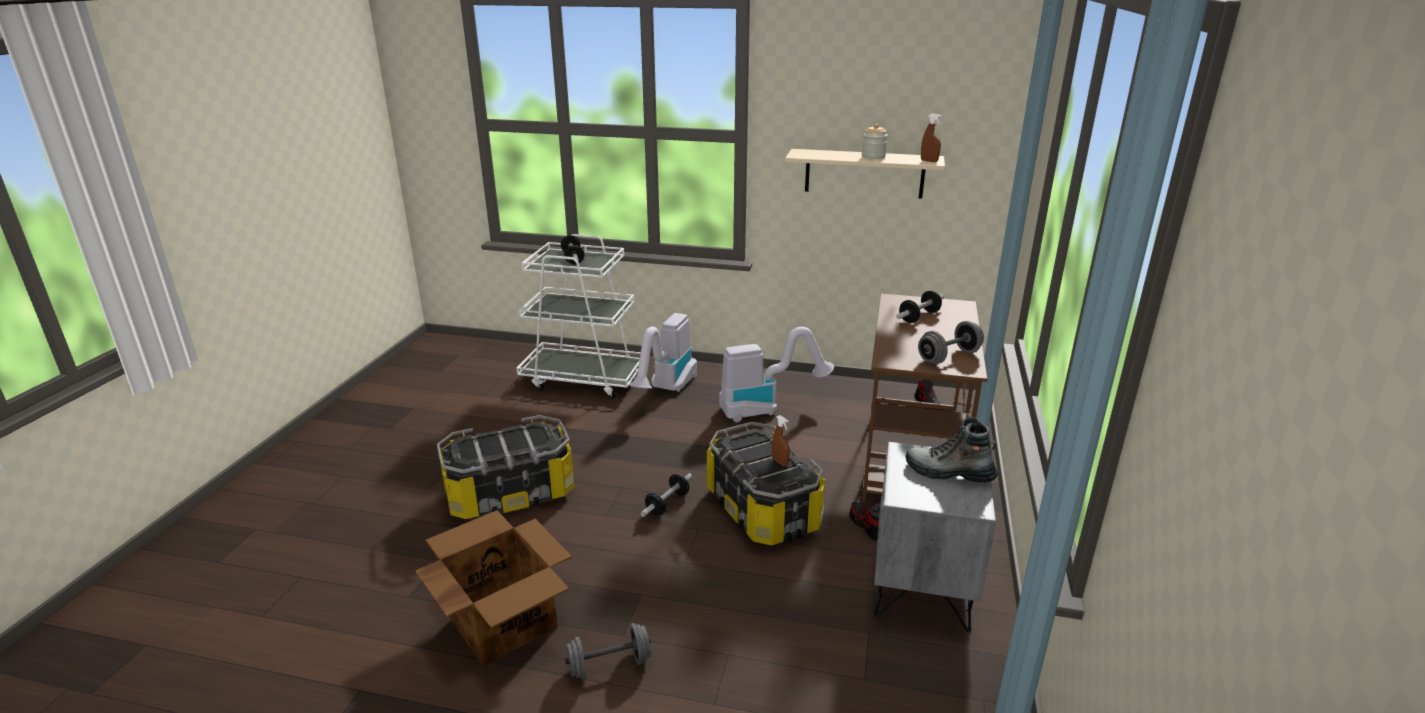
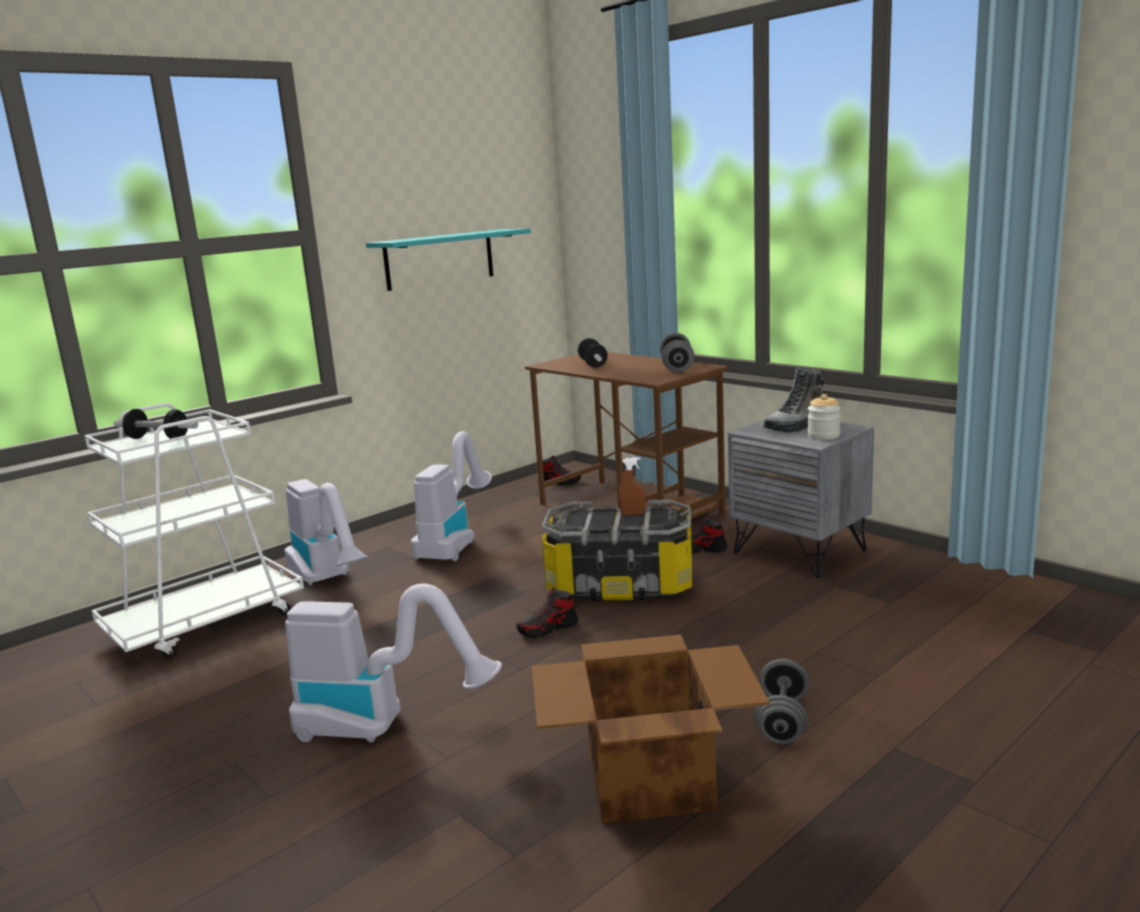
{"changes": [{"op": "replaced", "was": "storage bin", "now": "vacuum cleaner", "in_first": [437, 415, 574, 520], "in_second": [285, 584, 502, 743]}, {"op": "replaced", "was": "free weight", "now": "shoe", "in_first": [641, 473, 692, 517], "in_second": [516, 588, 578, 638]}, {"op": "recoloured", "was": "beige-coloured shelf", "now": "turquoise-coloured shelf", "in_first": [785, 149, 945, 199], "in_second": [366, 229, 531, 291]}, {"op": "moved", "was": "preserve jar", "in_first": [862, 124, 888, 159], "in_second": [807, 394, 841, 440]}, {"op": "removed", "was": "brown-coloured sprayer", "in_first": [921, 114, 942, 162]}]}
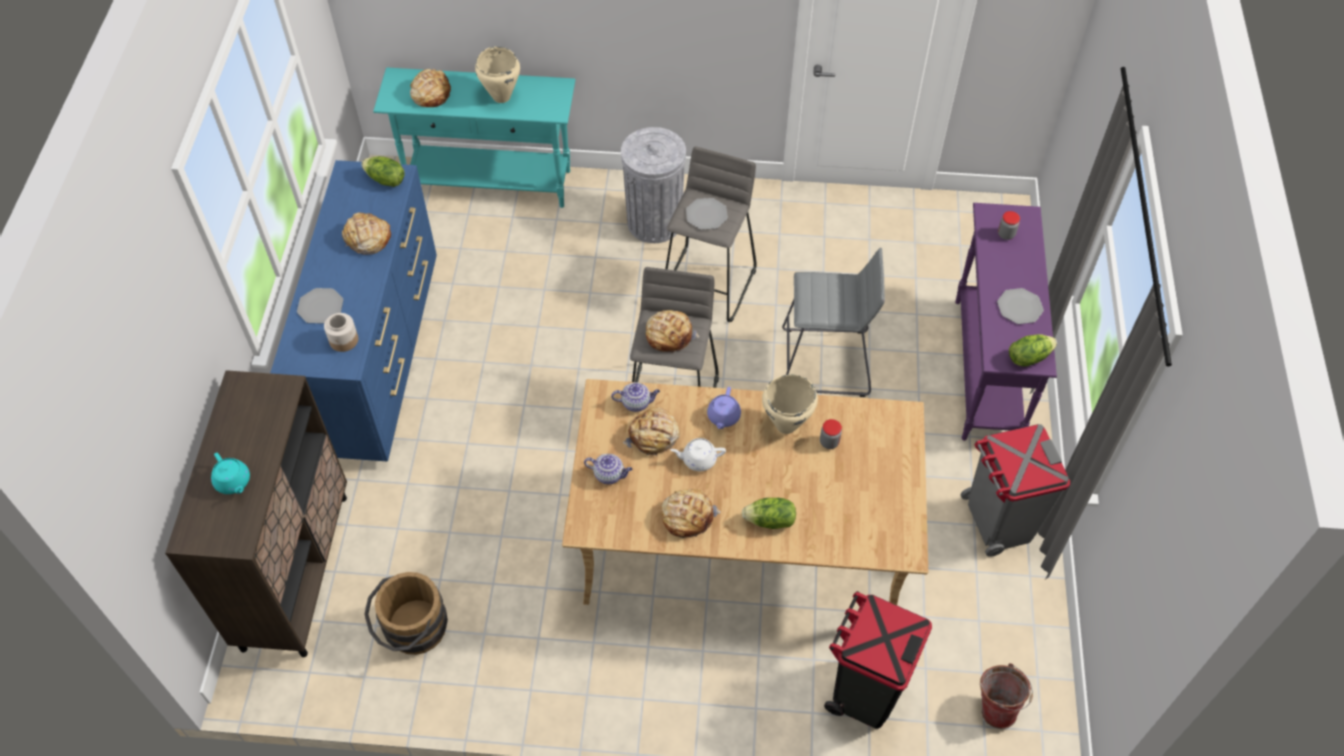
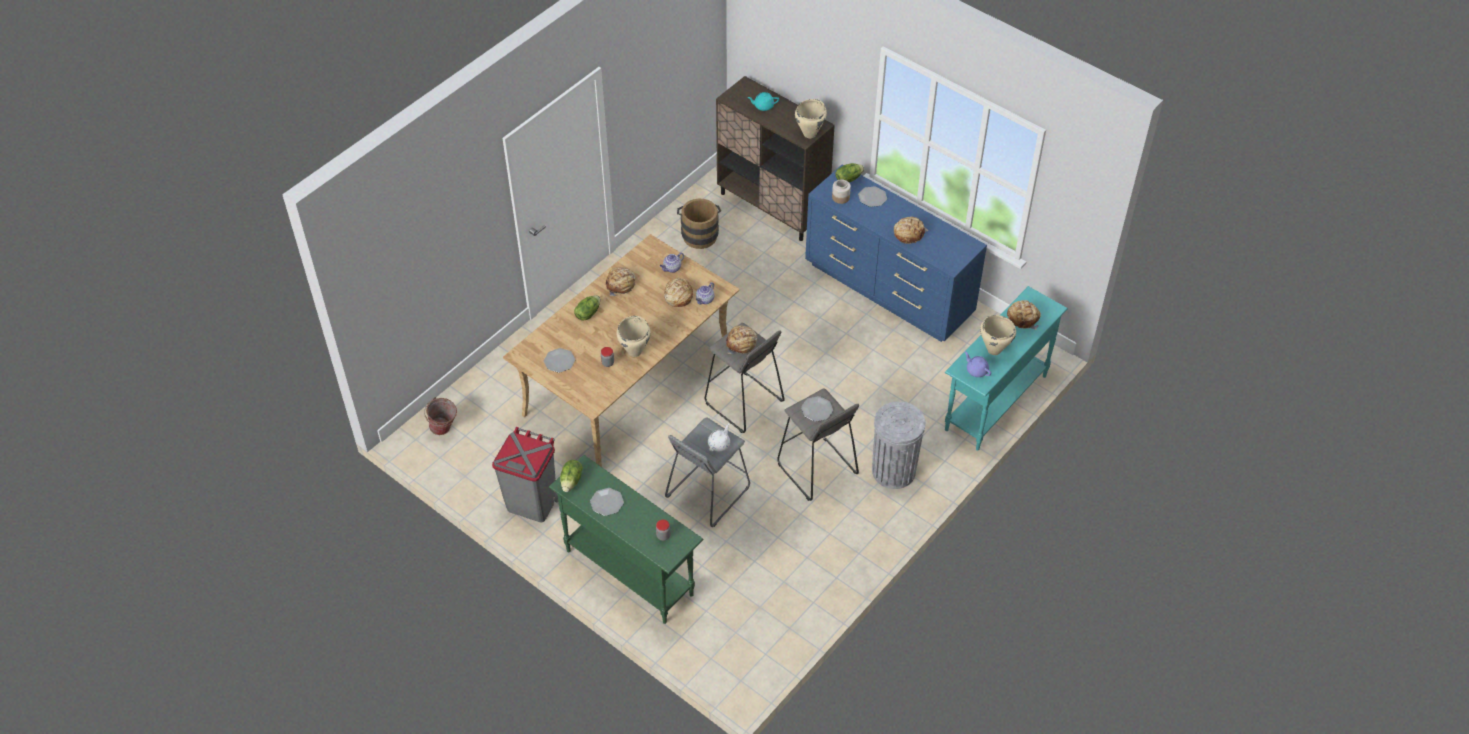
{"changes": [{"op": "moved", "was": "lettuce head", "in_first": [361, 156, 405, 187], "in_second": [836, 163, 864, 183]}, {"op": "moved", "was": "white teapot", "in_first": [670, 438, 726, 471], "in_second": [708, 423, 730, 452]}, {"op": "moved", "was": "purple teapot", "in_first": [707, 387, 741, 429], "in_second": [965, 352, 991, 377]}, {"op": "removed", "was": "black waste bin", "in_first": [824, 591, 932, 729]}, {"op": "recoloured", "was": "purple hall table", "now": "green-coloured hall table", "in_first": [955, 203, 1057, 441], "in_second": [549, 455, 703, 624]}, {"op": "added", "now": "plate", "in_second": [544, 348, 575, 373]}, {"op": "added", "now": "beige-coloured stockpot", "in_second": [795, 99, 827, 138]}]}
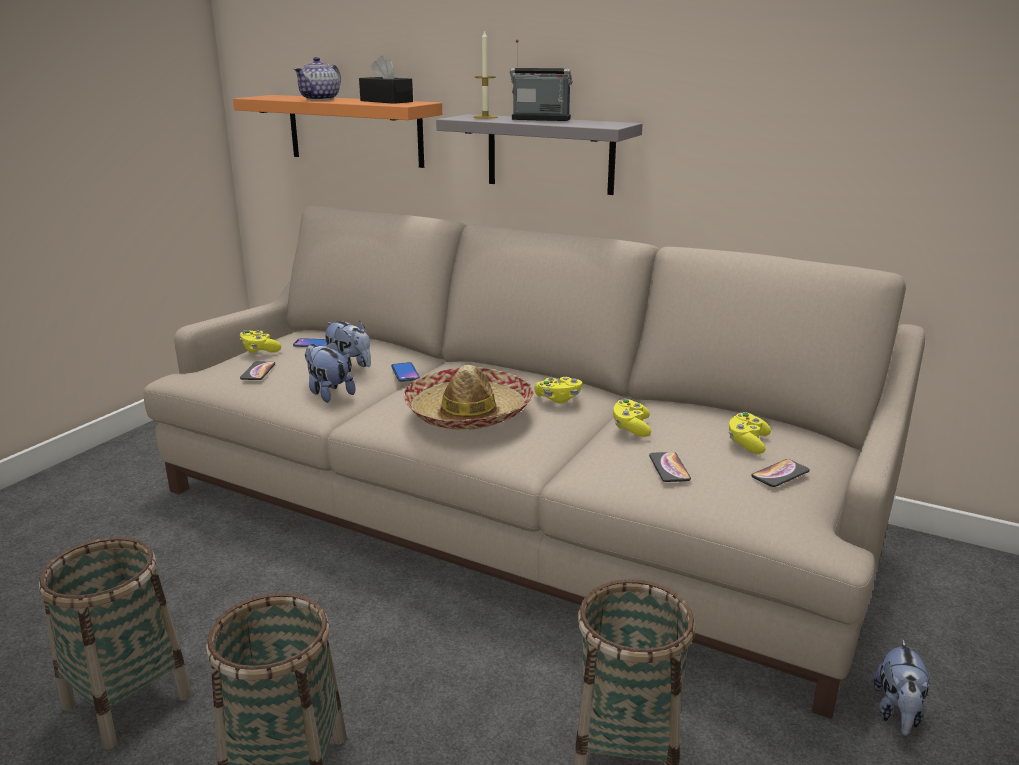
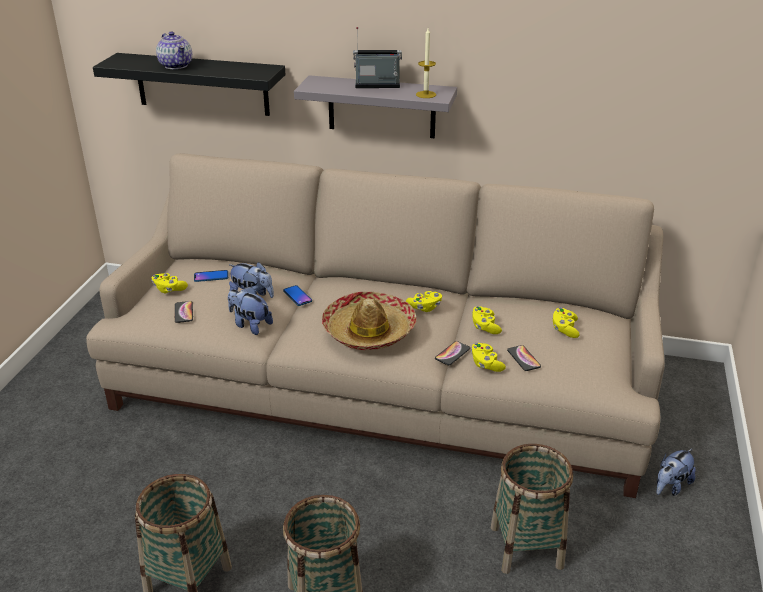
{"changes": [{"op": "recoloured", "was": "orange shelf", "now": "black shelf", "in_first": [233, 95, 442, 168], "in_second": [93, 53, 286, 116]}, {"op": "turned", "was": "teapot", "in_first": [294, 57, 341, 100], "in_second": [156, 31, 192, 69], "clockwise": -45}, {"op": "removed", "was": "black tissue box", "in_first": [359, 55, 413, 104]}, {"op": "moved", "was": "wax light", "in_first": [473, 30, 498, 119], "in_second": [416, 28, 436, 98]}, {"op": "moved", "was": "handset", "in_first": [752, 459, 810, 487], "in_second": [435, 341, 470, 365]}, {"op": "turned", "was": "cuddly toy", "in_first": [872, 640, 931, 736], "in_second": [656, 448, 696, 496], "clockwise": 45}, {"op": "added", "now": "yellowish gamepad", "in_second": [471, 343, 506, 372]}]}
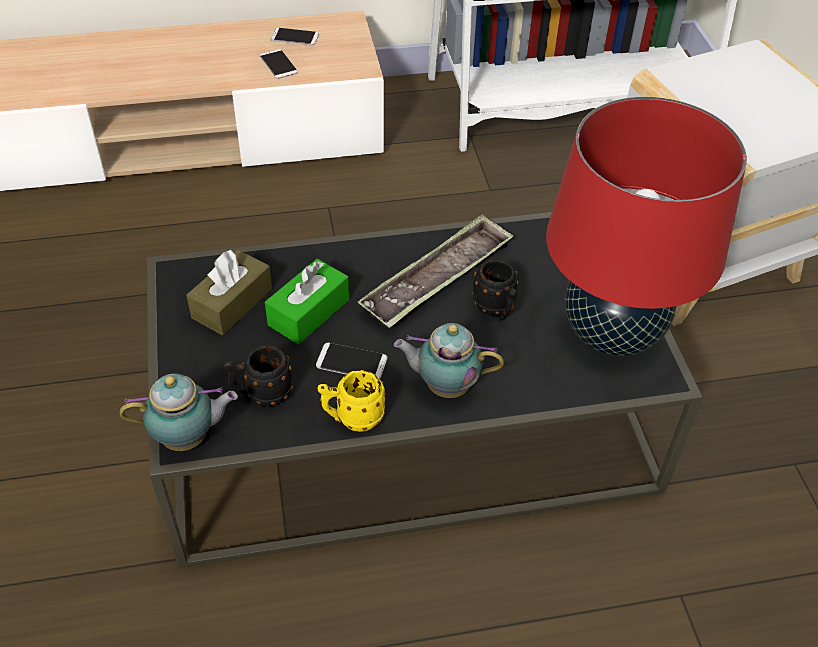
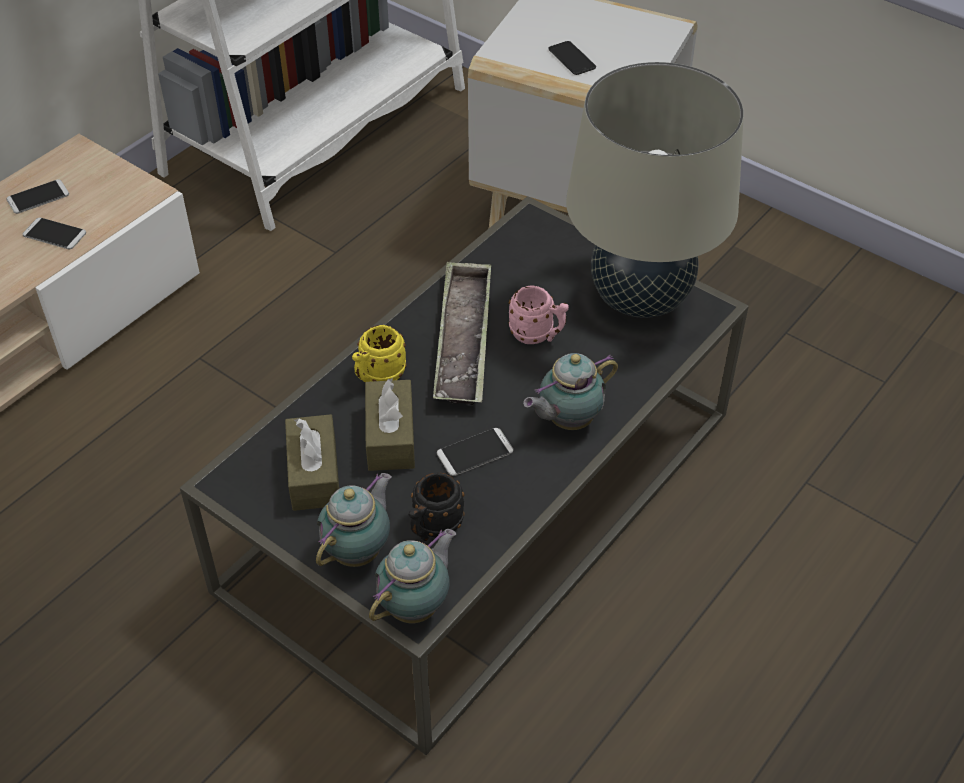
{"changes": [{"op": "recoloured", "was": "green-coloured tissue box", "now": "brown-coloured tissue box", "in_first": [265, 259, 349, 344], "in_second": [365, 378, 415, 471]}, {"op": "moved", "was": "yellowish coffee mug", "in_first": [317, 370, 386, 432], "in_second": [352, 325, 407, 382]}, {"op": "recoloured", "was": "black coffee mug", "now": "pink-coloured coffee mug", "in_first": [473, 260, 519, 320], "in_second": [509, 286, 569, 344]}, {"op": "recoloured", "was": "red-coloured lamp for a table", "now": "beige-coloured lamp for a table", "in_first": [546, 97, 747, 356], "in_second": [566, 62, 744, 318]}, {"op": "added", "now": "teapot", "in_second": [316, 473, 392, 567]}, {"op": "added", "now": "handset", "in_second": [548, 41, 596, 75]}]}
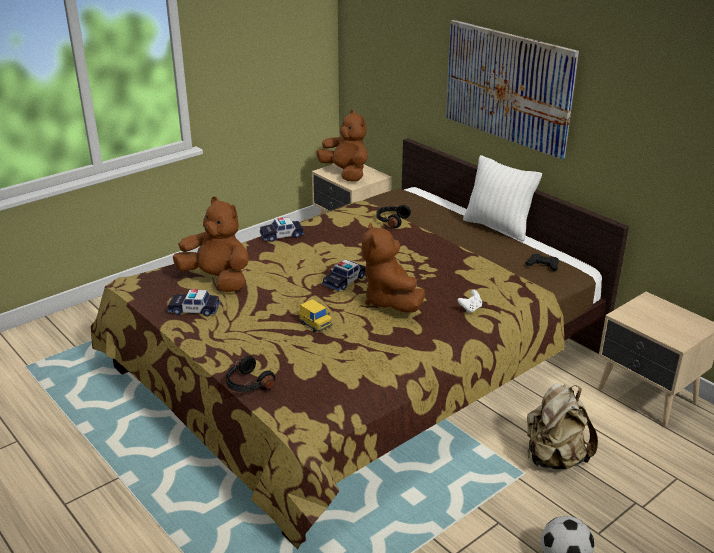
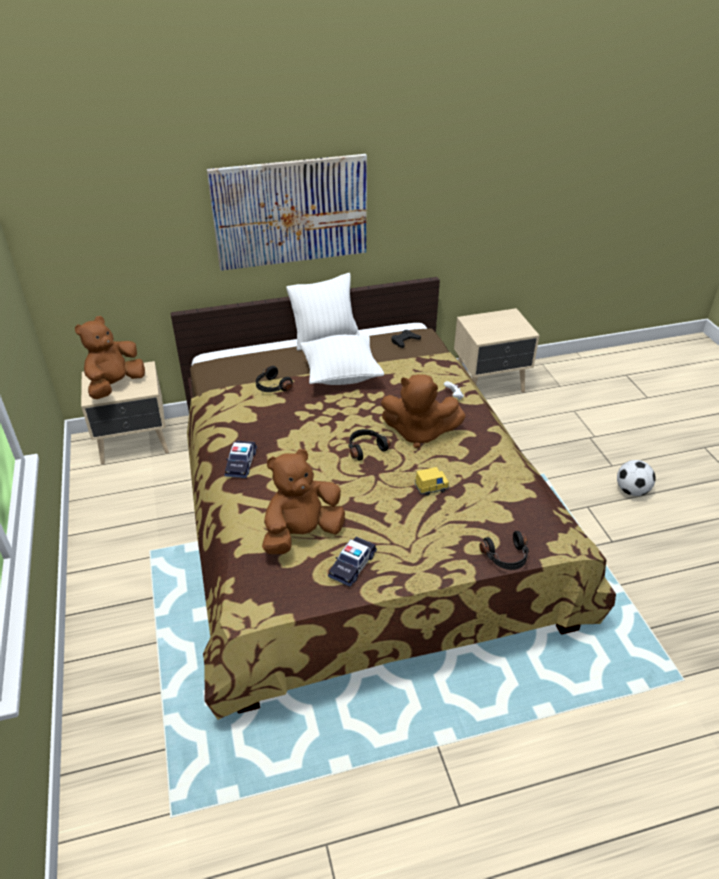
{"changes": [{"op": "turned", "was": "brown-coloured cuddly toy", "in_first": [316, 110, 368, 181], "in_second": [75, 316, 145, 399], "clockwise": -45}, {"op": "replaced", "was": "toy car", "now": "black headset", "in_first": [322, 260, 366, 291], "in_second": [348, 429, 391, 460]}, {"op": "removed", "was": "beige-coloured rucksack", "in_first": [527, 383, 598, 470]}, {"op": "added", "now": "white cushion", "in_second": [300, 335, 384, 385]}]}
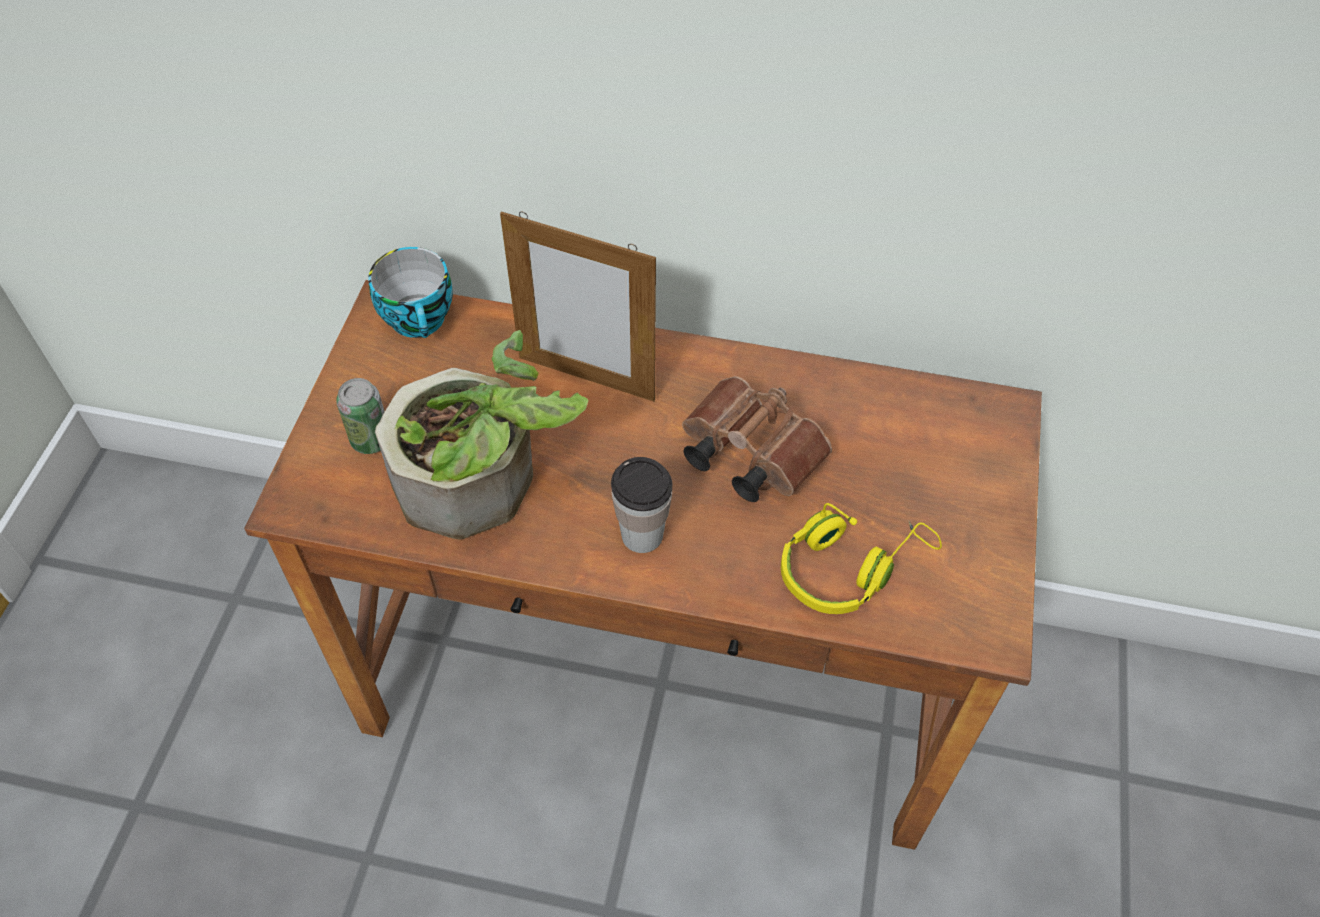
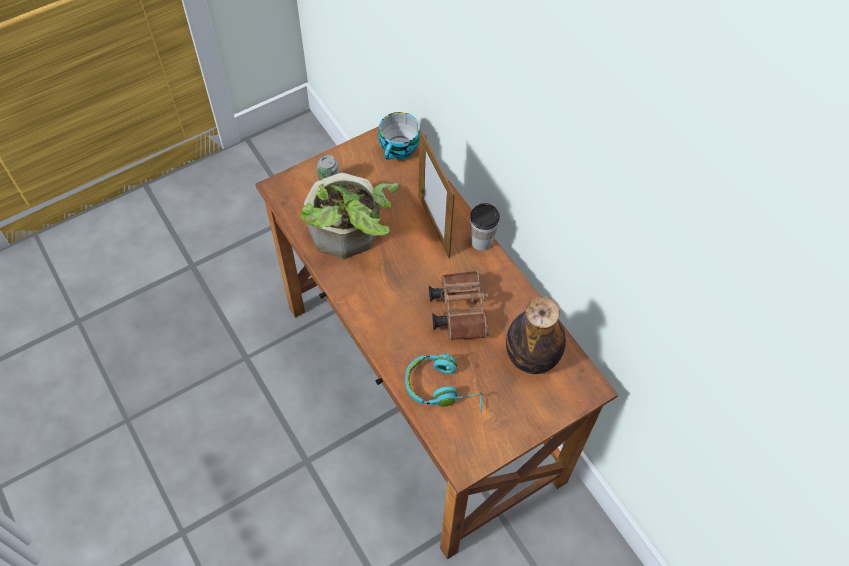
{"changes": [{"op": "moved", "was": "cup", "in_first": [611, 457, 672, 553], "in_second": [470, 203, 500, 251]}, {"op": "recoloured", "was": "yellowish headset", "now": "turquoise-coloured headset", "in_first": [781, 503, 942, 614], "in_second": [405, 352, 482, 412]}, {"op": "added", "now": "bottle", "in_second": [506, 296, 566, 374]}]}
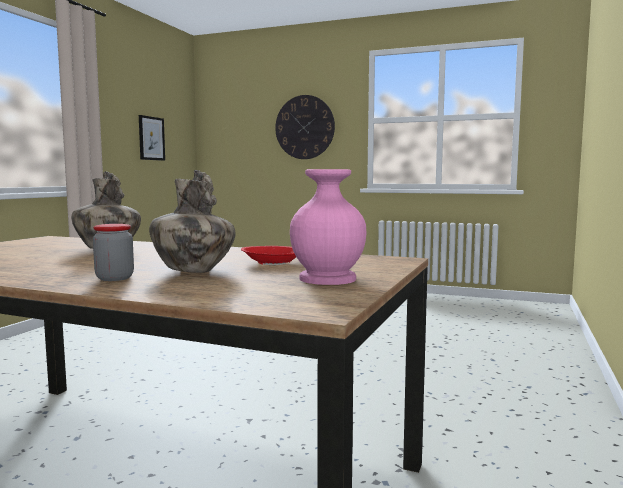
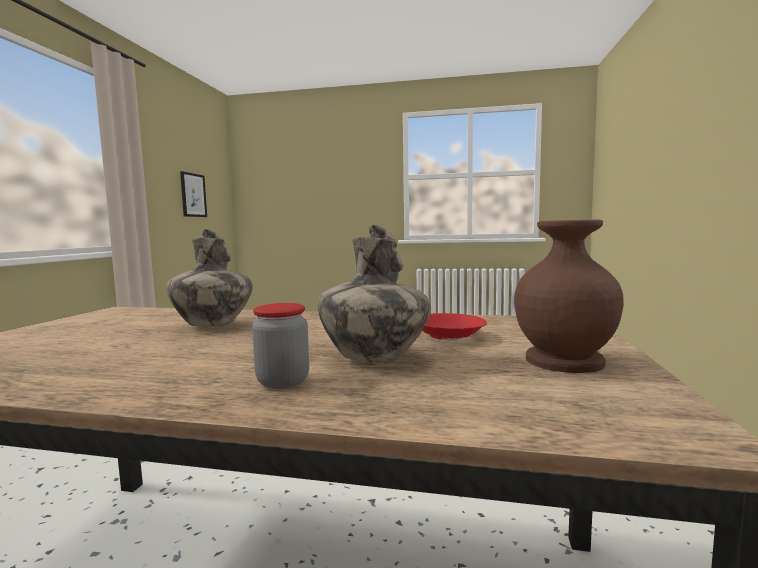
{"changes": [{"op": "removed", "was": "wall clock", "in_first": [275, 95, 335, 159]}, {"op": "recoloured", "was": "pink-coloured flower vase", "now": "brown-coloured flower vase", "in_first": [290, 169, 366, 285], "in_second": [514, 220, 624, 373]}]}
